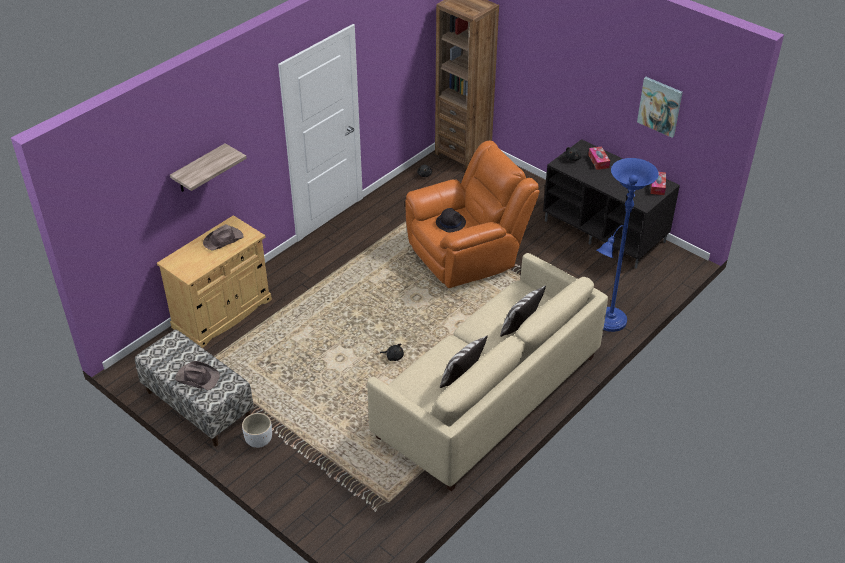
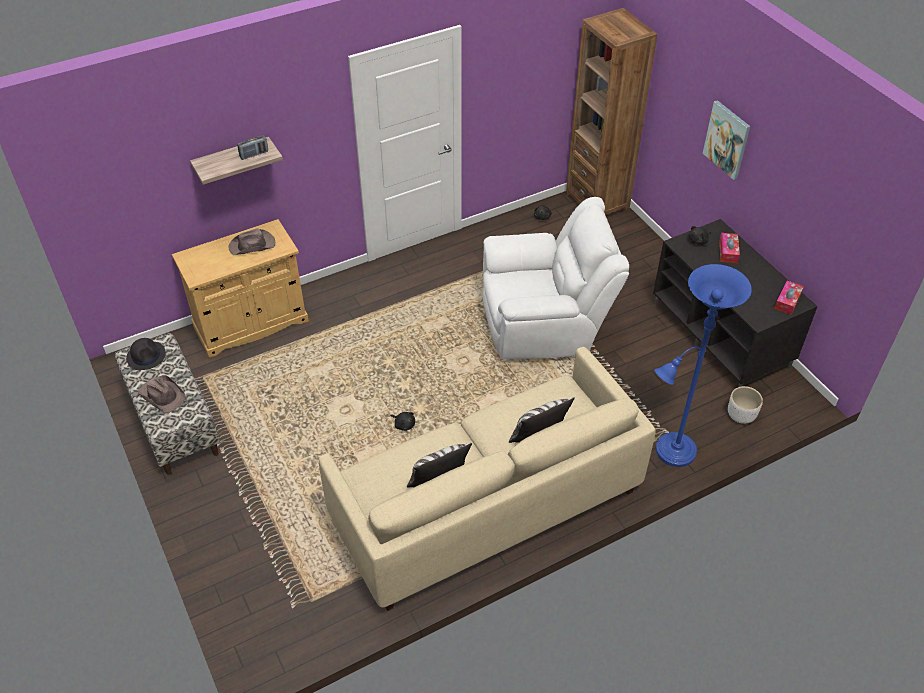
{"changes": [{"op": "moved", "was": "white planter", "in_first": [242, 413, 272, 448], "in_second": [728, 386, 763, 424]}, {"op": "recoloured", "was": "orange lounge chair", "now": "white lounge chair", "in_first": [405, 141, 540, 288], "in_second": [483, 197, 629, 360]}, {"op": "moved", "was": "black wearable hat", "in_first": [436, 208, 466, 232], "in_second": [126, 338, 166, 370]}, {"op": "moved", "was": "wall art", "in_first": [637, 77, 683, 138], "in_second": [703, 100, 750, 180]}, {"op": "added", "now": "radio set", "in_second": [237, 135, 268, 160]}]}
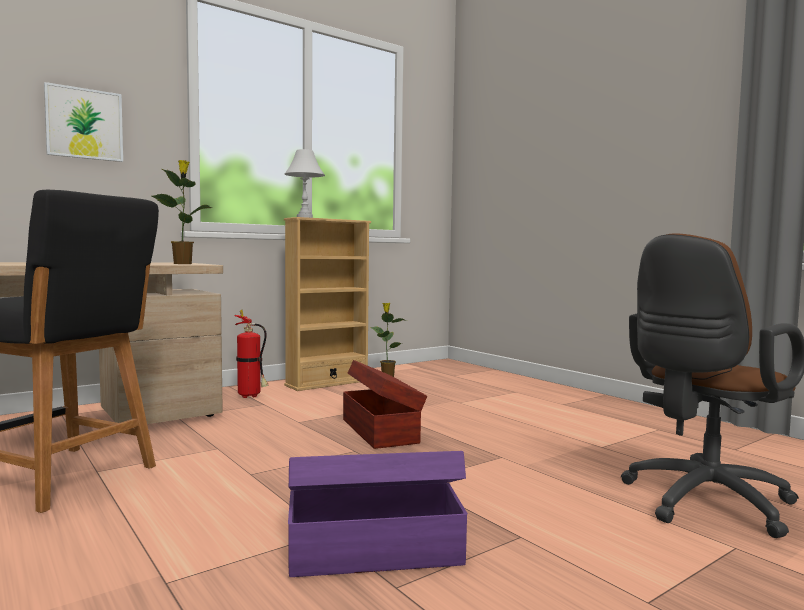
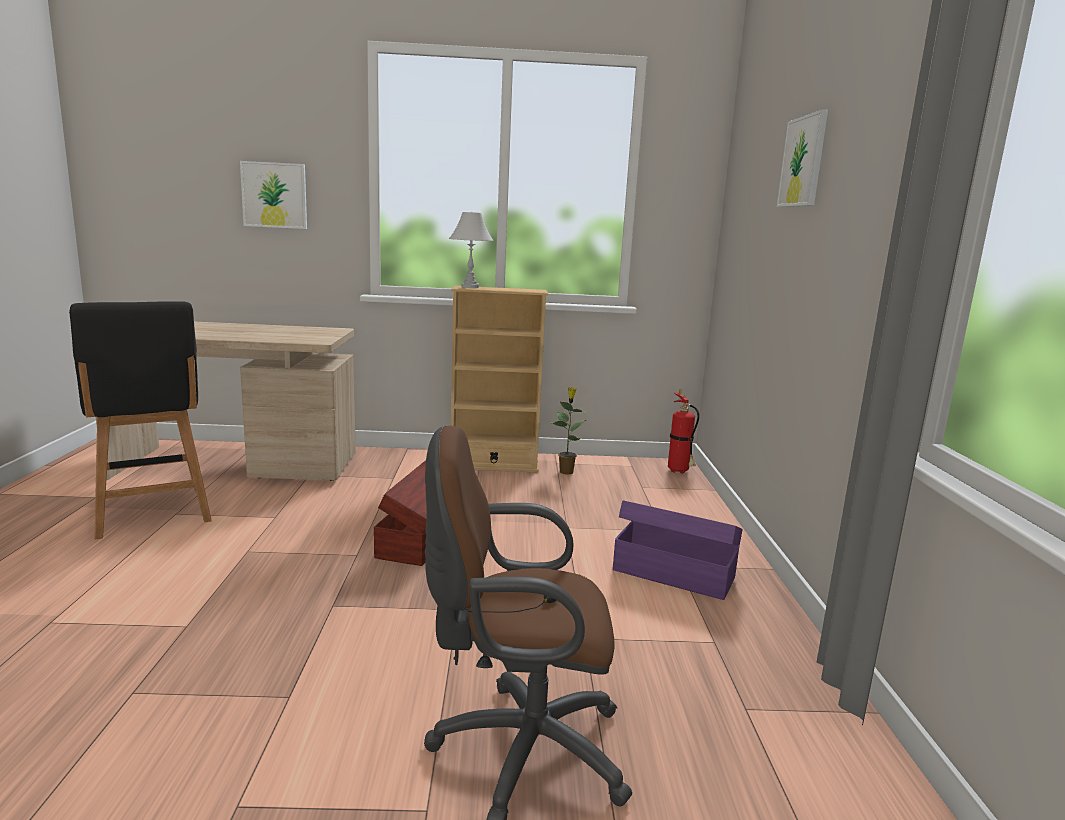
{"changes": [{"op": "removed", "was": "houseplant", "in_first": [151, 160, 212, 264]}, {"op": "moved", "was": "fire-fighting cylinder", "in_first": [234, 310, 269, 398], "in_second": [668, 389, 699, 474]}, {"op": "moved", "was": "purple storage bin", "in_first": [288, 451, 468, 577], "in_second": [613, 500, 742, 600]}, {"op": "added", "now": "wall art", "in_second": [777, 109, 828, 207]}]}
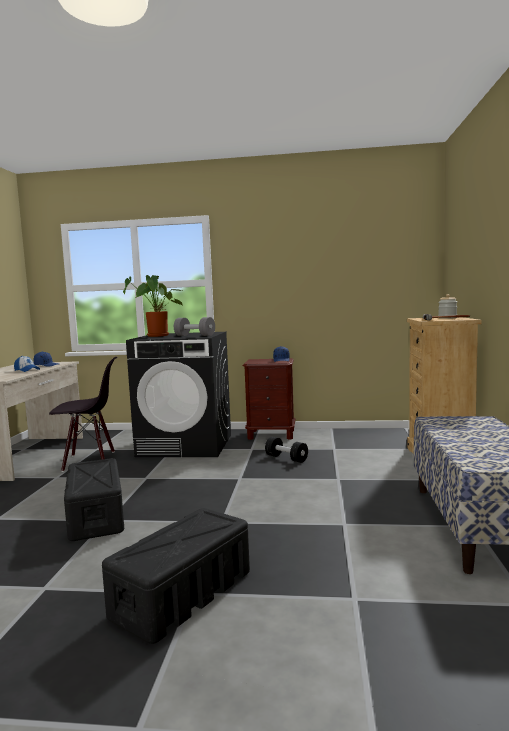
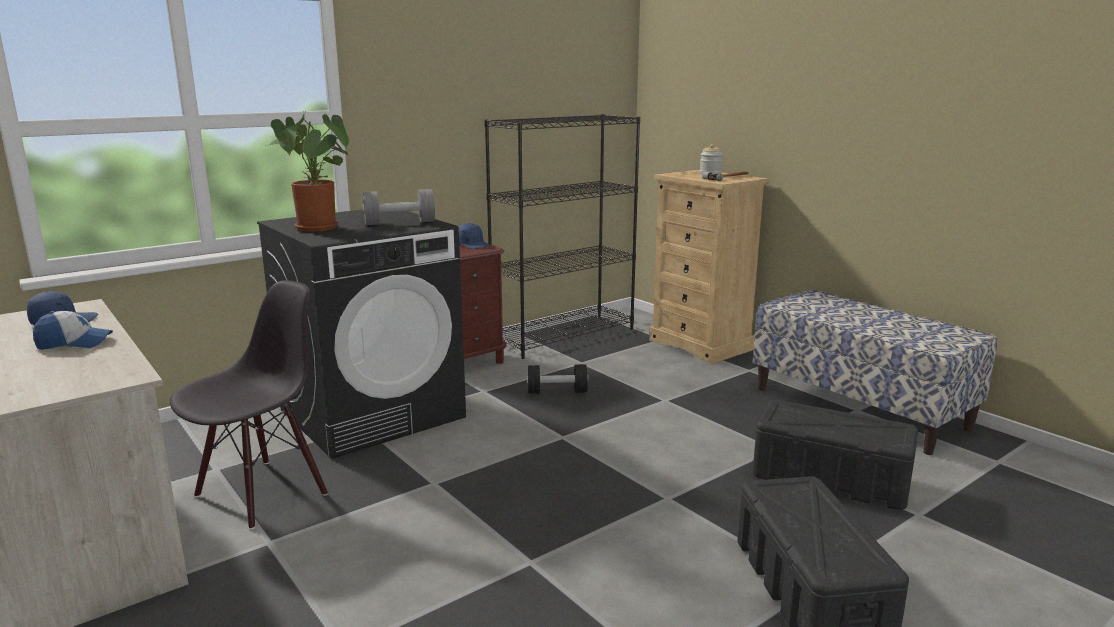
{"changes": [{"op": "moved", "was": "black storage bin", "in_first": [64, 458, 124, 541], "in_second": [753, 400, 918, 510]}, {"op": "added", "now": "black bookshelf", "in_second": [484, 114, 640, 359]}]}
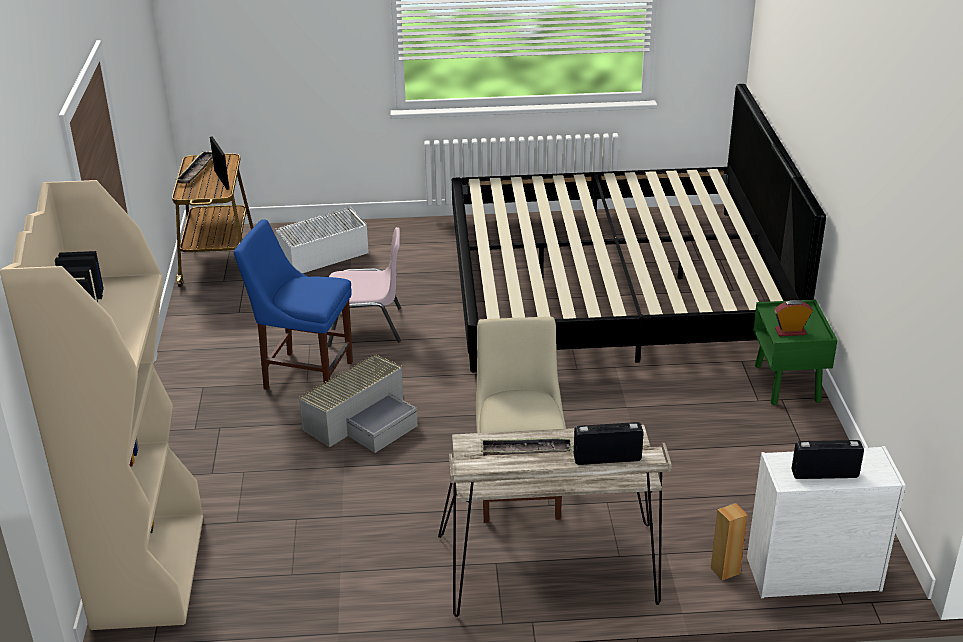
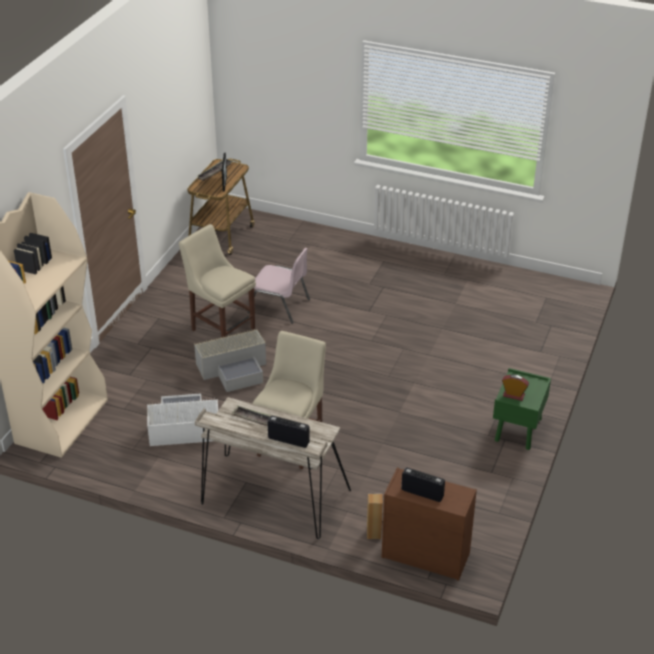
{"changes": [{"op": "recoloured", "was": "blue plain chair", "now": "beige-coloured plain chair", "in_first": [234, 219, 353, 389], "in_second": [179, 224, 256, 338]}, {"op": "moved", "was": "white storage bin", "in_first": [276, 207, 369, 273], "in_second": [147, 393, 218, 446]}, {"op": "removed", "was": "sleeping bed", "in_first": [452, 84, 826, 372]}, {"op": "recoloured", "was": "white chest of drawers", "now": "brown-coloured chest of drawers", "in_first": [747, 446, 906, 598], "in_second": [381, 467, 477, 581]}]}
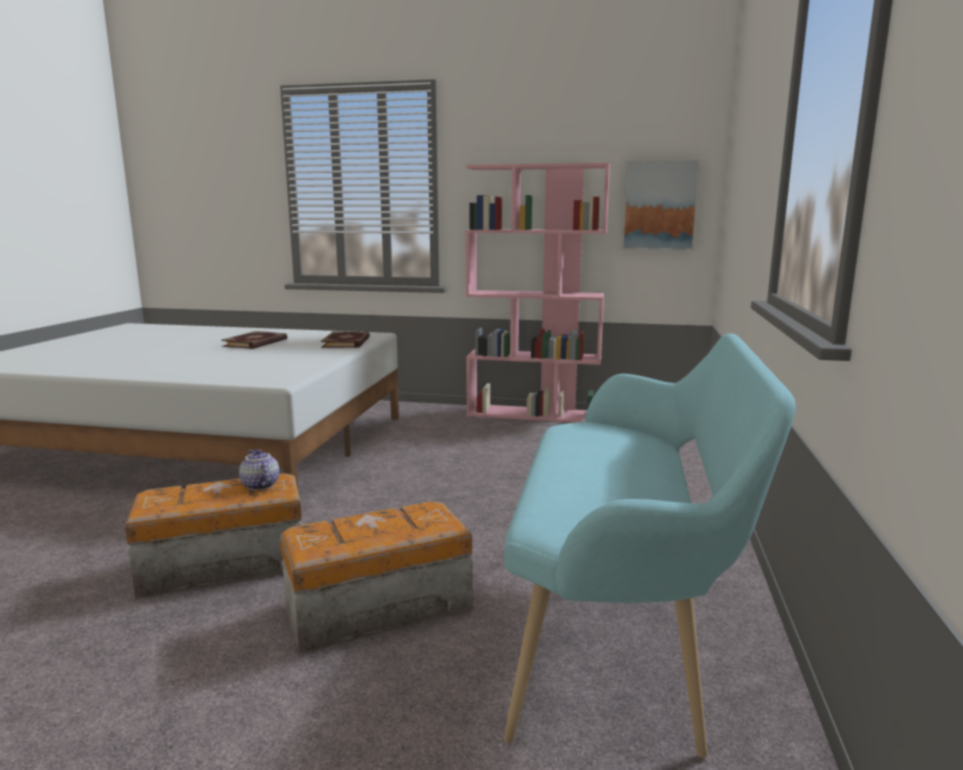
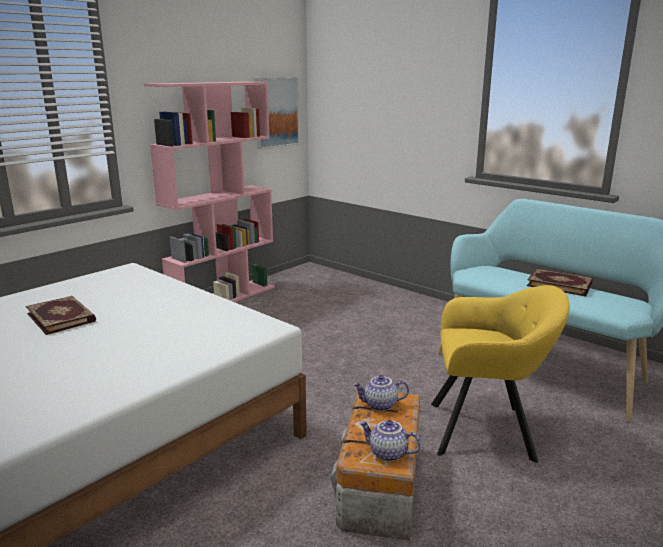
{"changes": [{"op": "replaced", "was": "storage bin", "now": "yellowish lounge chair", "in_first": [280, 501, 473, 654], "in_second": [431, 285, 570, 463]}, {"op": "moved", "was": "volume", "in_first": [321, 331, 370, 348], "in_second": [527, 269, 593, 296]}, {"op": "added", "now": "teapot", "in_second": [359, 420, 421, 462]}]}
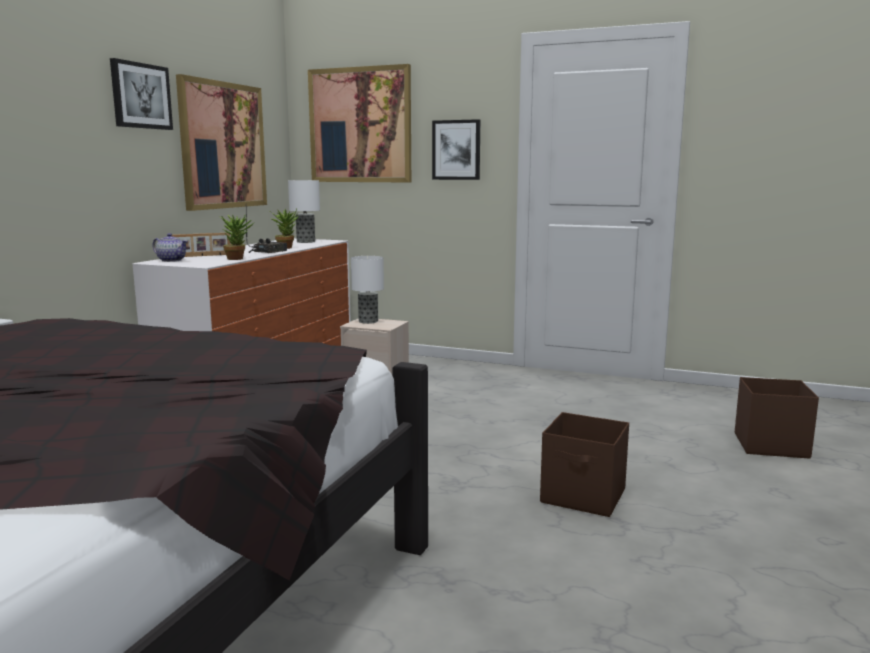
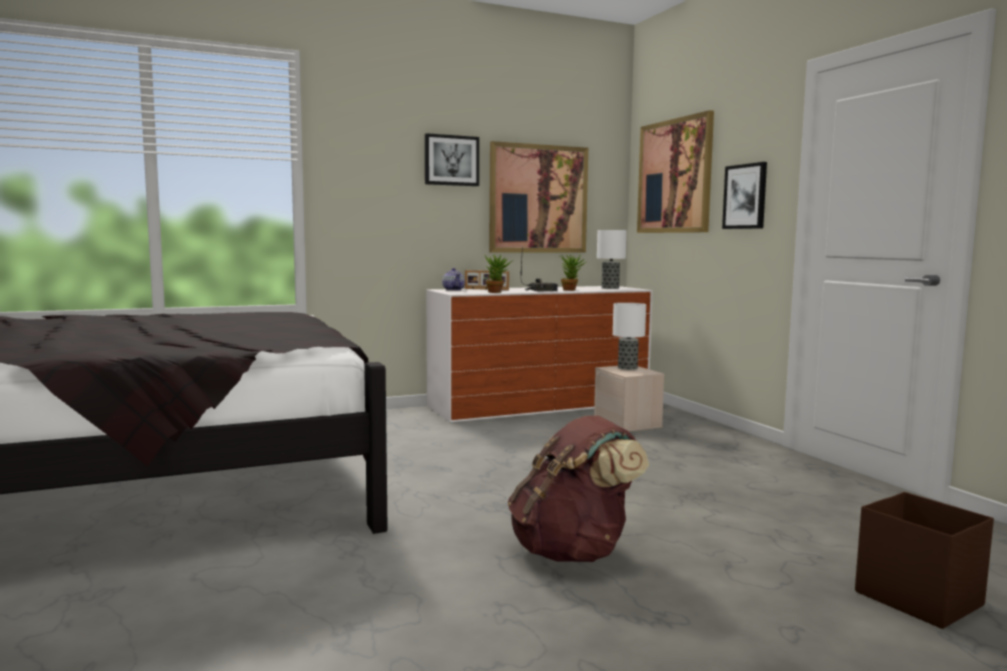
{"changes": [{"op": "replaced", "was": "brown-coloured storage bin", "now": "brown-coloured rucksack", "in_first": [540, 412, 629, 517], "in_second": [508, 416, 649, 562]}]}
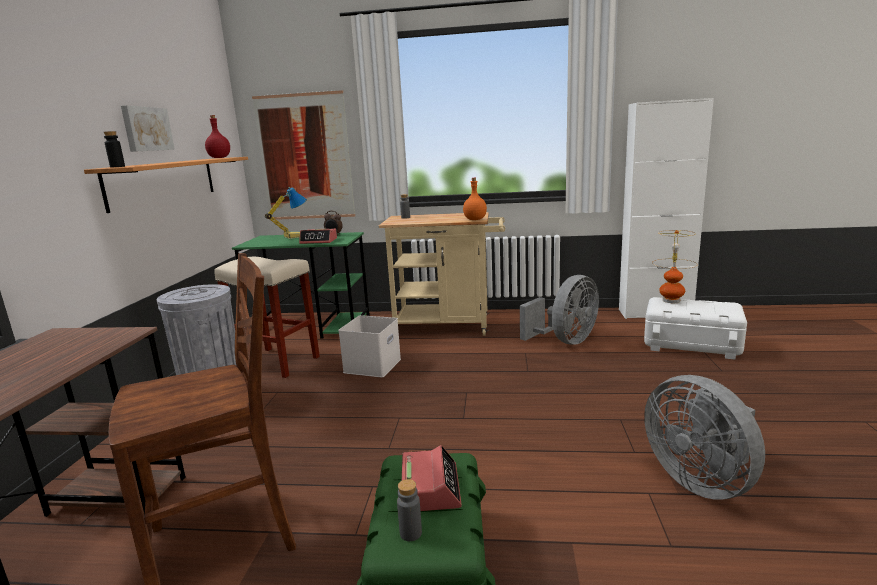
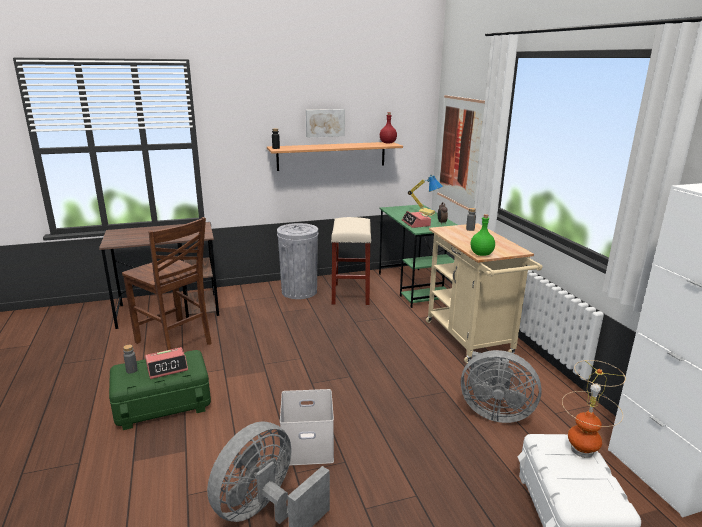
{"changes": [{"op": "moved", "was": "white storage bin", "in_first": [338, 315, 401, 377], "in_second": [280, 389, 334, 466]}, {"op": "recoloured", "was": "orange bottle", "now": "green-coloured bottle", "in_first": [463, 178, 487, 220], "in_second": [471, 214, 495, 256]}]}
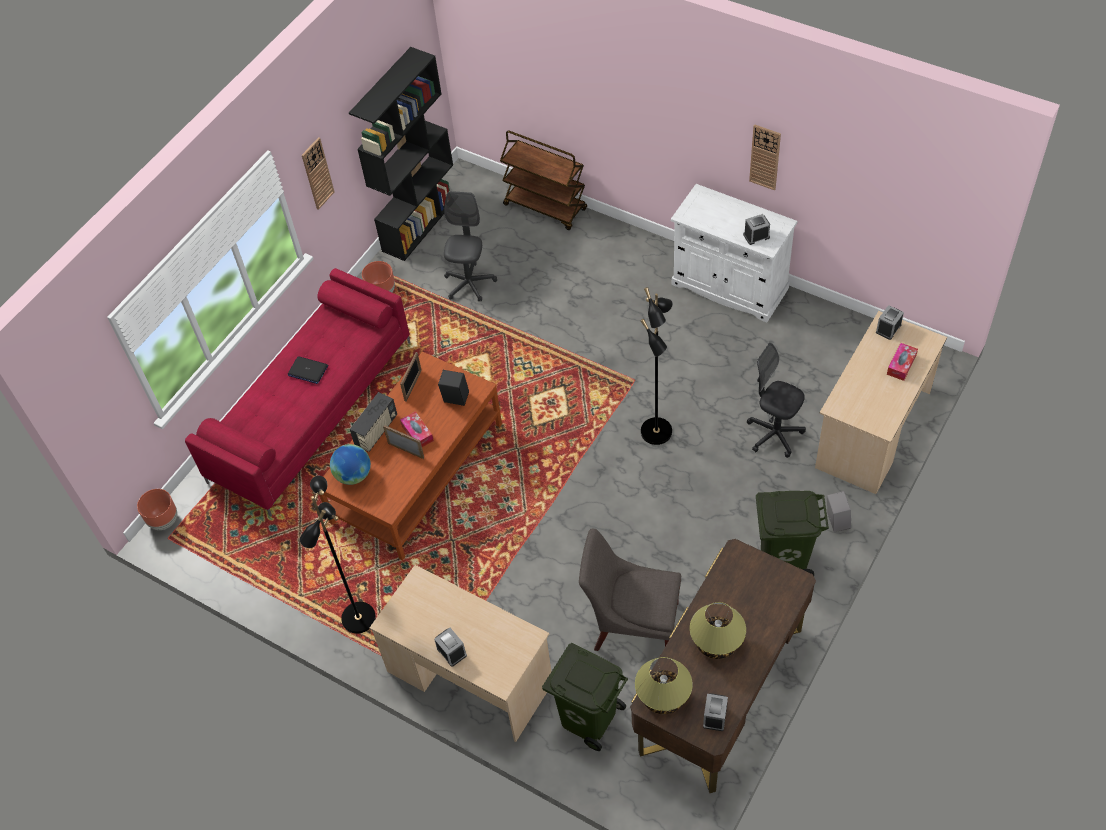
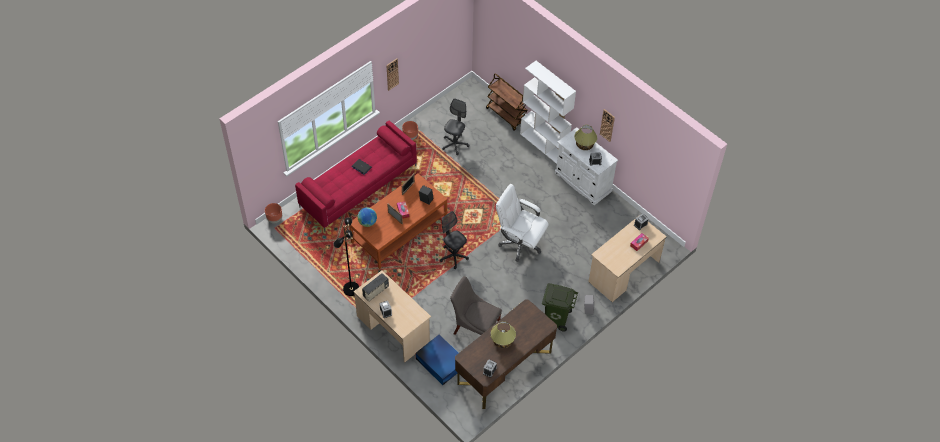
{"changes": [{"op": "removed", "was": "black bookshelf", "in_first": [349, 47, 453, 261]}, {"op": "moved", "was": "radio set", "in_first": [350, 392, 397, 452], "in_second": [362, 273, 389, 301]}, {"op": "replaced", "was": "green-coloured waste bin", "now": "blue storage bin", "in_first": [542, 643, 628, 751], "in_second": [416, 335, 458, 385]}, {"op": "moved", "was": "lamp for a table", "in_first": [635, 657, 693, 715], "in_second": [574, 125, 597, 150]}, {"op": "replaced", "was": "black standing lamp", "now": "white office chair", "in_first": [641, 287, 673, 445], "in_second": [496, 184, 549, 262]}, {"op": "moved", "was": "black office chair", "in_first": [747, 343, 806, 458], "in_second": [440, 211, 469, 269]}, {"op": "added", "now": "white bookshelf", "in_second": [520, 61, 576, 164]}]}
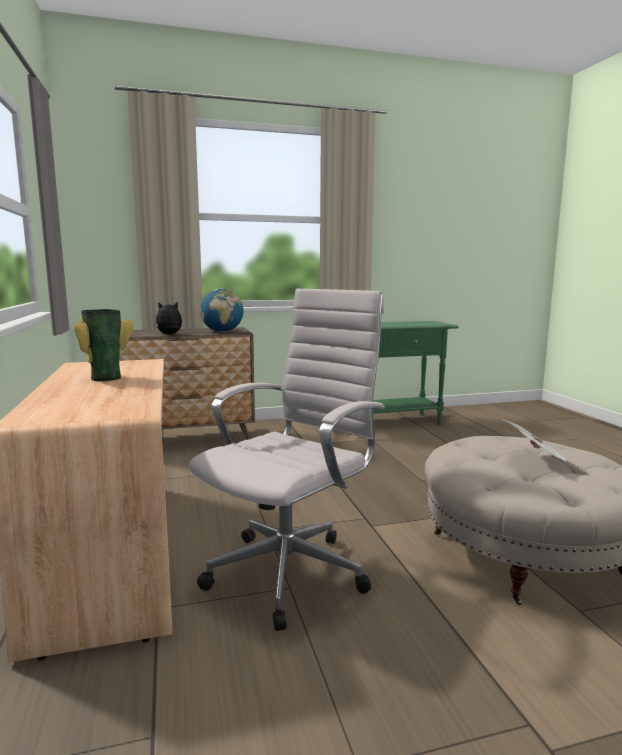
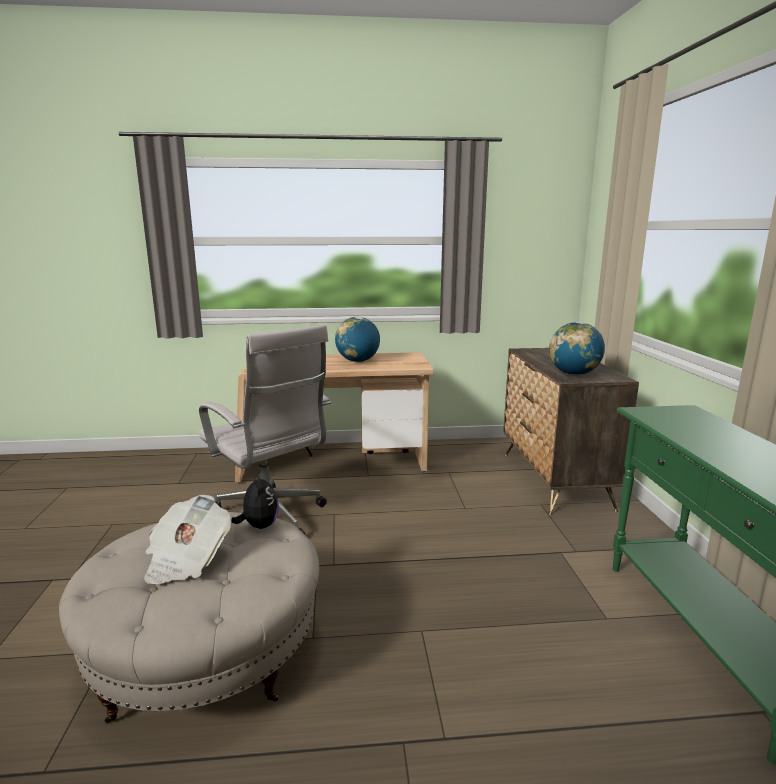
{"changes": [{"op": "replaced", "was": "flower vase", "now": "desk globe", "in_first": [74, 309, 134, 381], "in_second": [335, 317, 380, 362]}, {"op": "moved", "was": "cuddly toy", "in_first": [155, 301, 182, 335], "in_second": [232, 472, 279, 529]}]}
